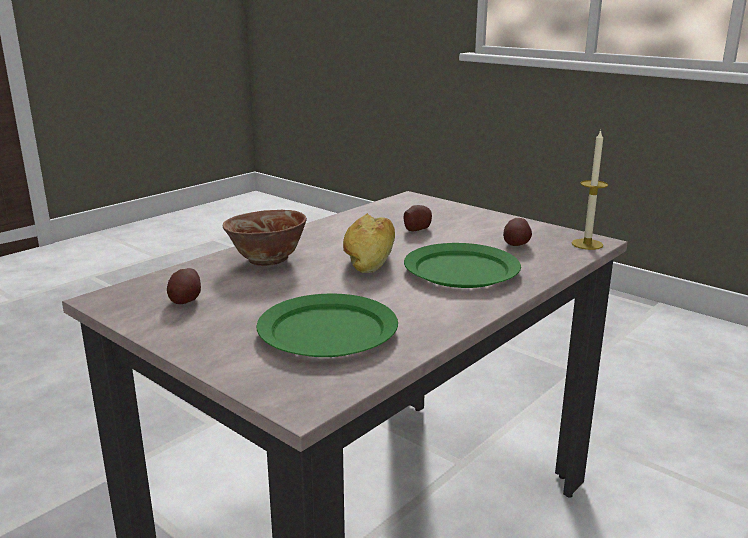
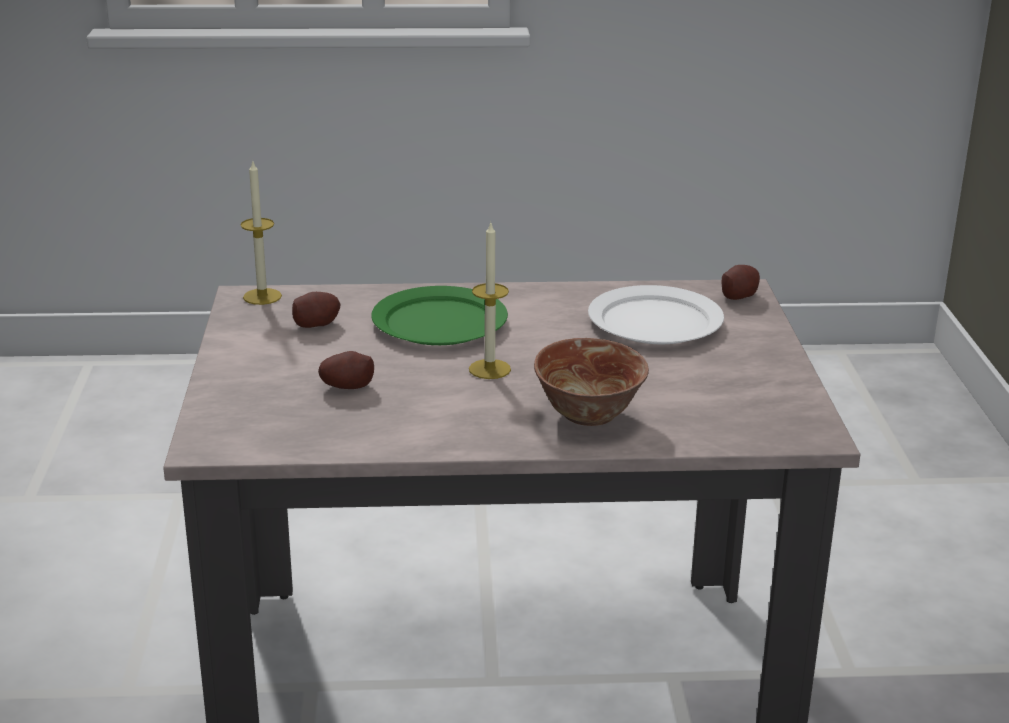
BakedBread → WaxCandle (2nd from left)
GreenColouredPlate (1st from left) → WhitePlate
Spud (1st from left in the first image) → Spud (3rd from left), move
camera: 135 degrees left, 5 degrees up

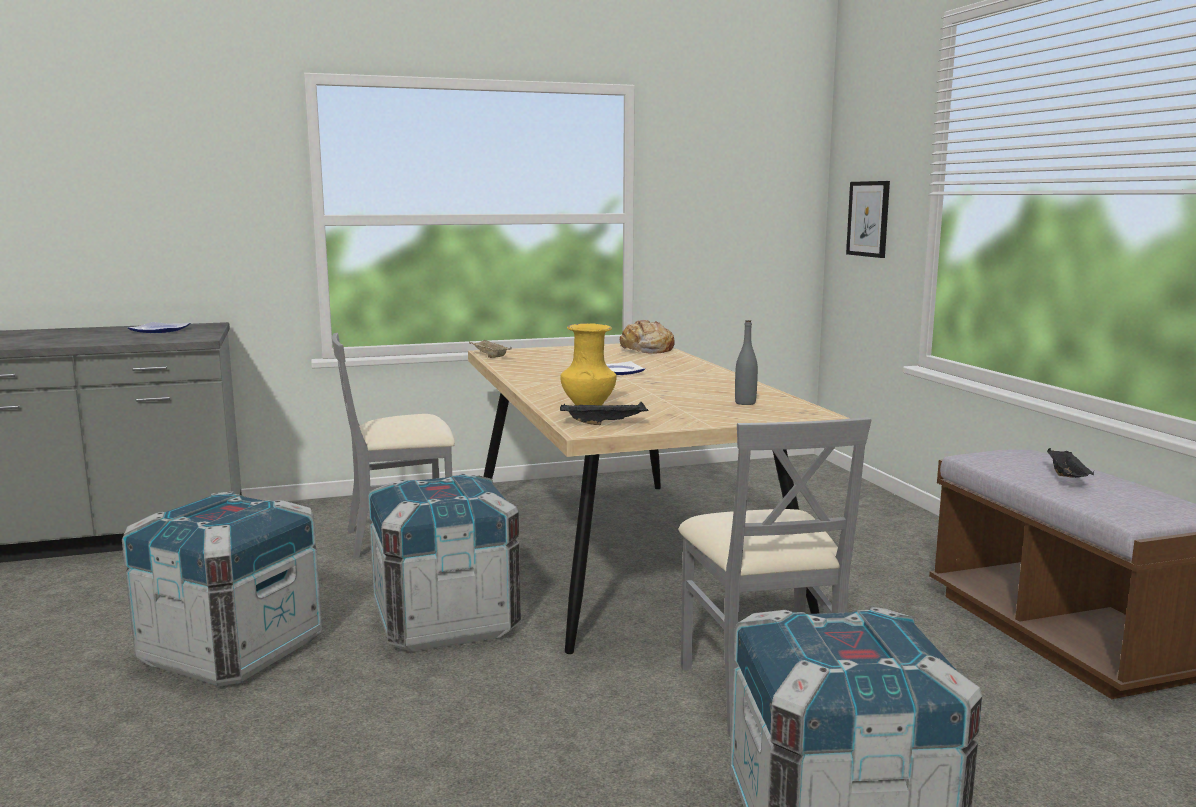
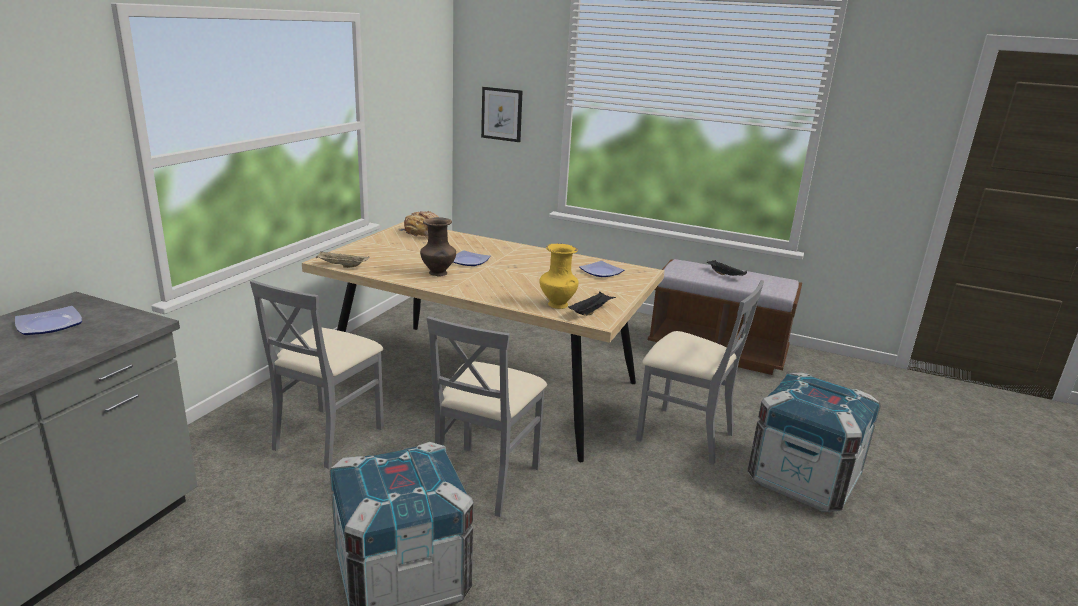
- → BrownColouredDecorativeVase
ShippingCrate (2nd from left) → GreyishChair (2nd from left)
GreyishBottle → Plate (3rd from left)
camera: 50 degrees left, 10 degrees up

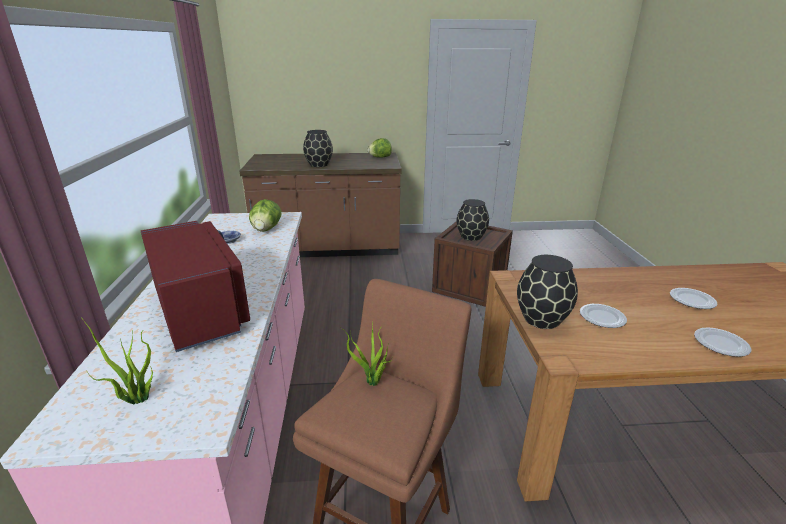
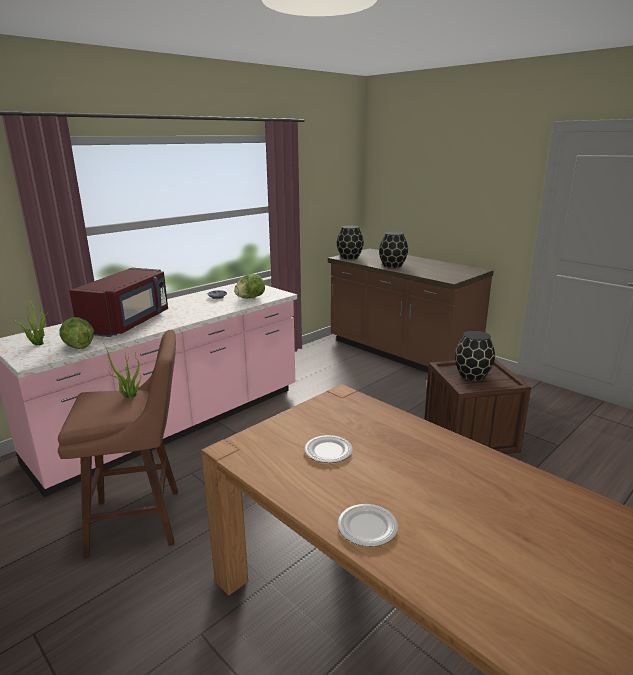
LettuceHead (2nd from left in the first image) → LettuceHead (1st from left), move
BlackishDecorativeVase (3rd from left in the first image) → BlackishDecorativeVase (1st from left), move
Plate (2nd from left) → -
camera: 50 degrees right, 5 degrees down

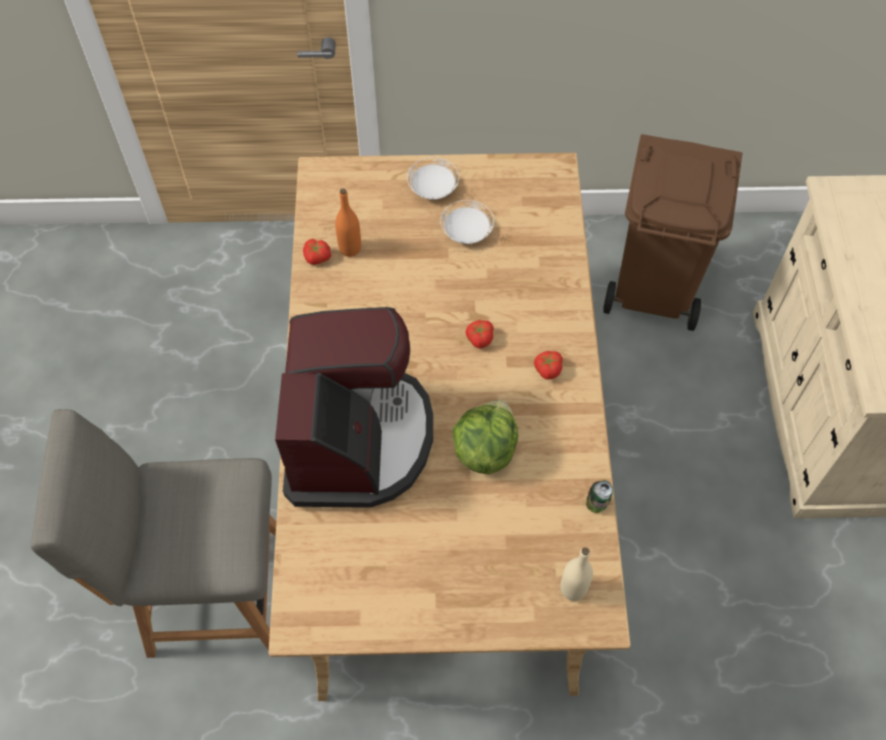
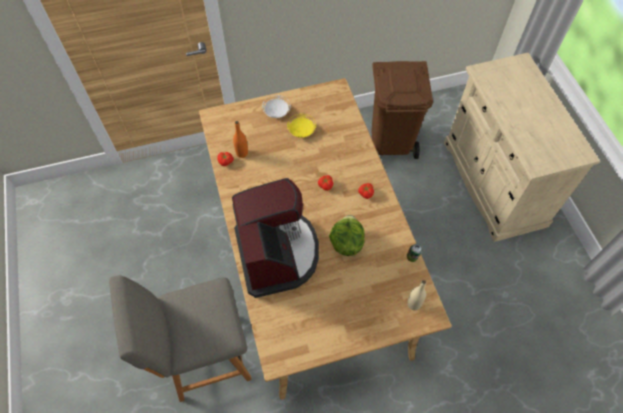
WhitePlate (2nd from left) → YellowPlate
camera: 15 degrees left, 0 degrees up

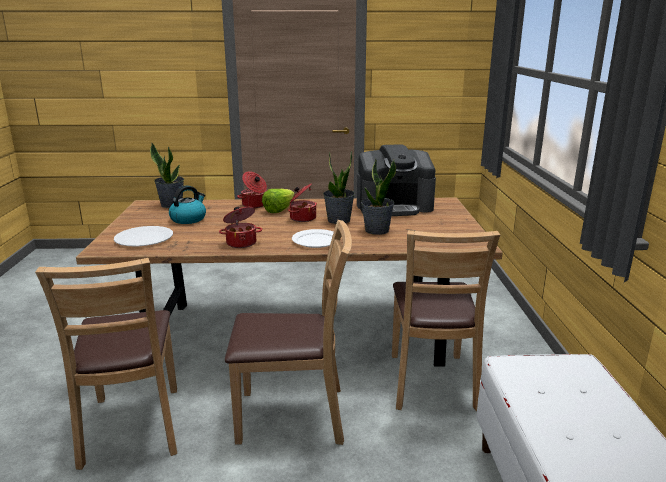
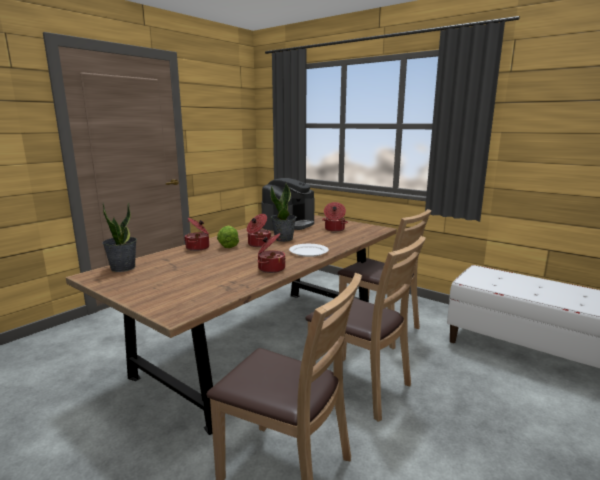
BrownColouredChair (2nd from left), 90 degrees clockwise
- → Stockpot (4th from left)
WhitePlate (1st from left) → -
Kettle → -
Houseplant (3rd from left) → -
camera: 50 degrees left, 5 degrees down

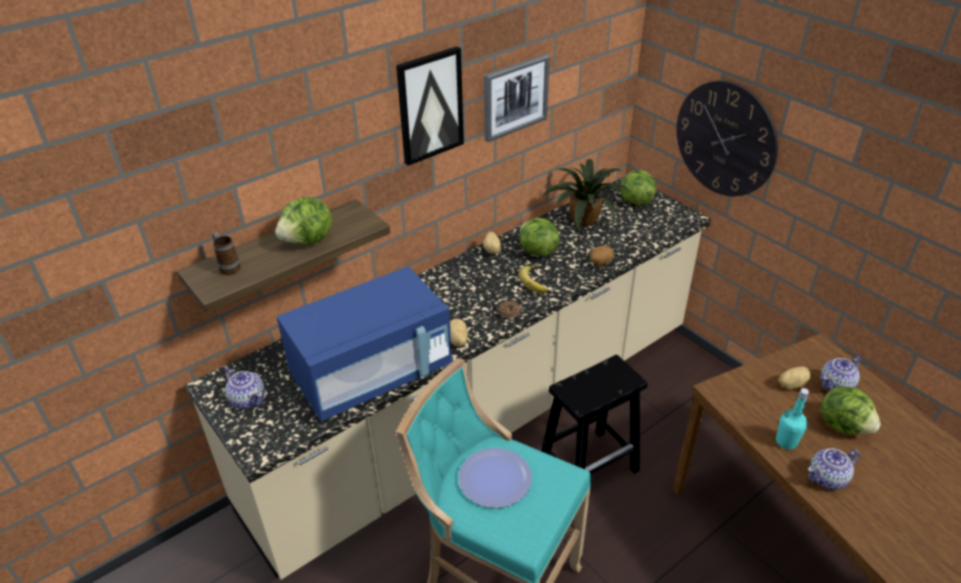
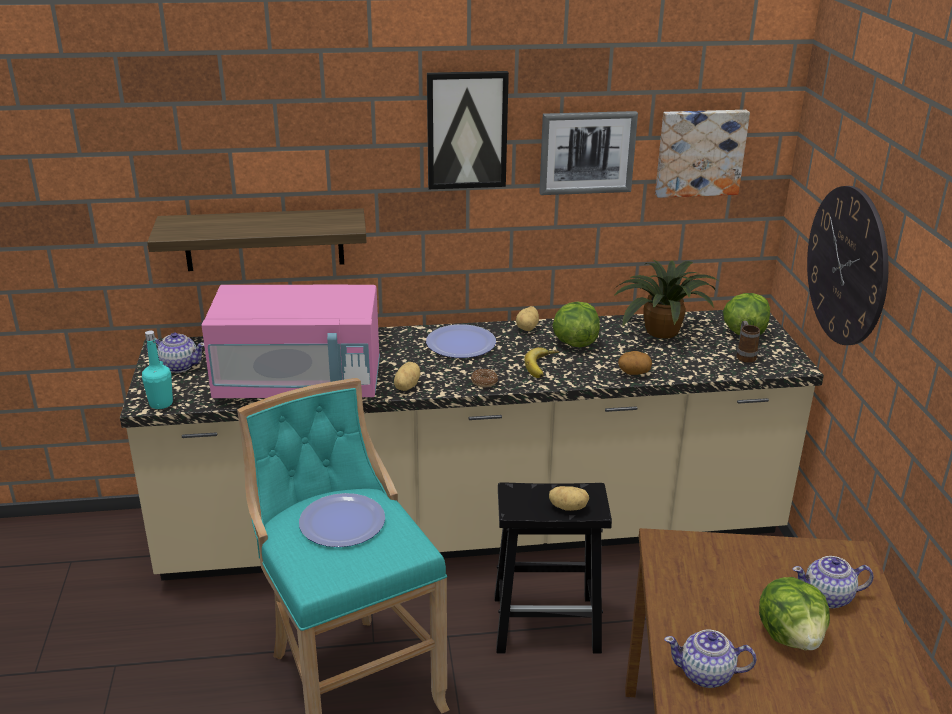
TurquoiseColouredBottle, move
Teapot (1st from left), 60 degrees counterclockwise
BluishMicrowaveOven → PinkColouredMicrowaveOven
- → Plate (2nd from left)
Spud (4th from left in the first image) → Spud (3rd from left), move
- → WallPicture (3rd from left)
TeaMug, move
LettuceHead (1st from left) → -
camera: 30 degrees right, 10 degrees down

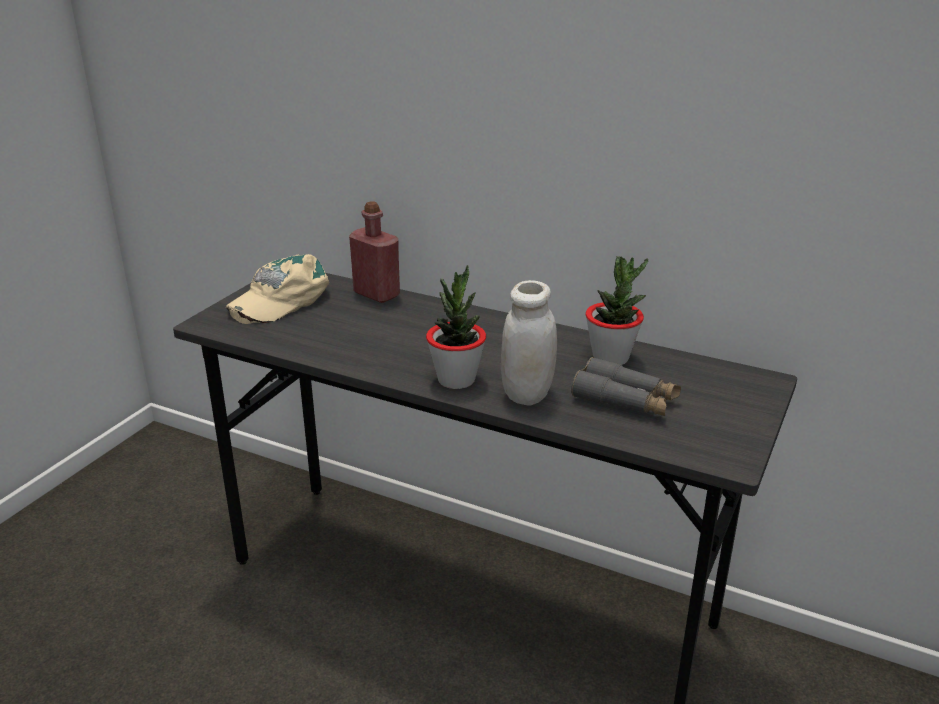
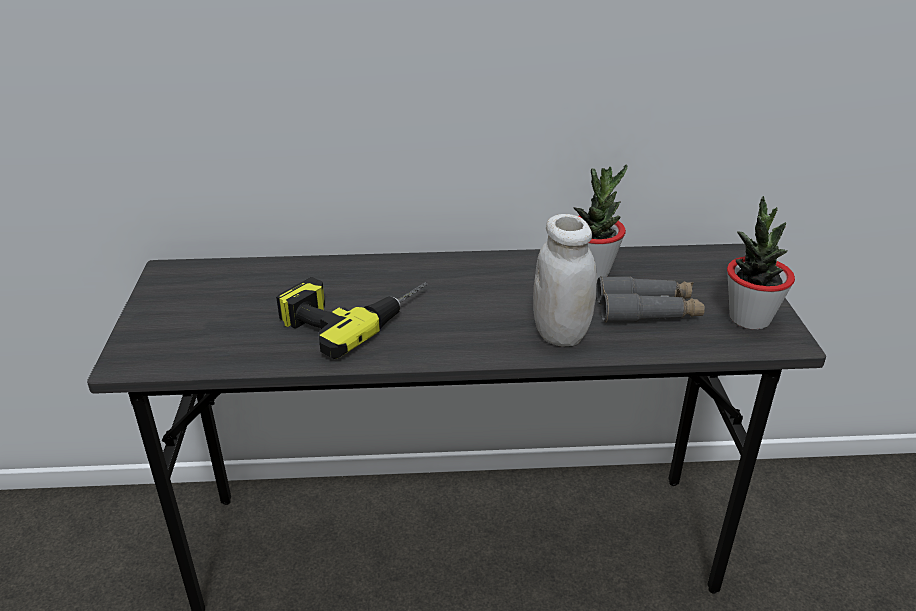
- → ElectricDrill
Houseplant (1st from left in the first image) → Houseplant (2nd from left), move
BeigePeakedCap → -
RedColouredBottle → -
camera: 30 degrees left, 5 degrees up

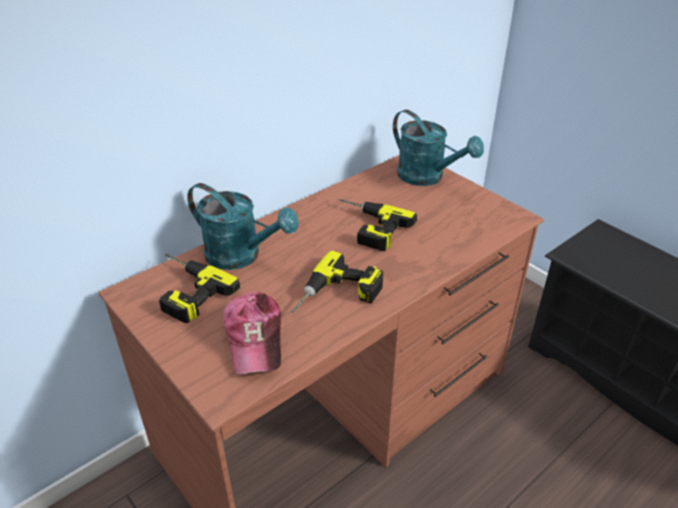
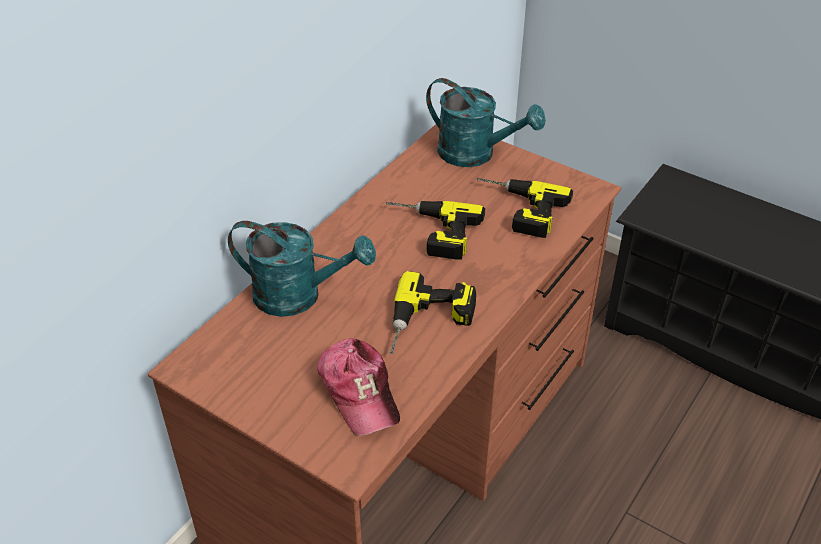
ElectricDrill (1st from left in the first image) → ElectricDrill (3rd from left), move
camera: 15 degrees left, 5 degrees up

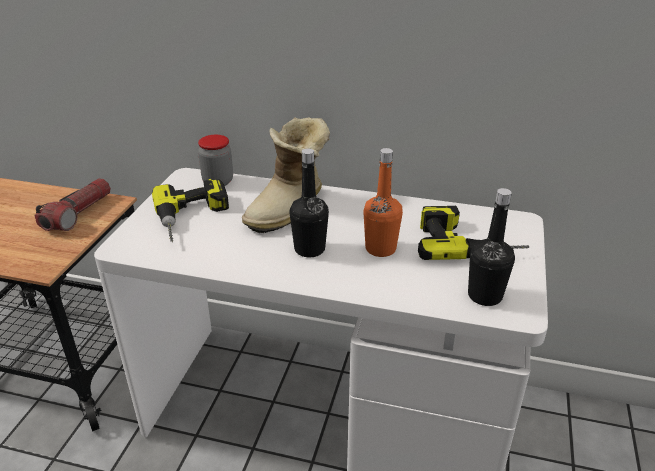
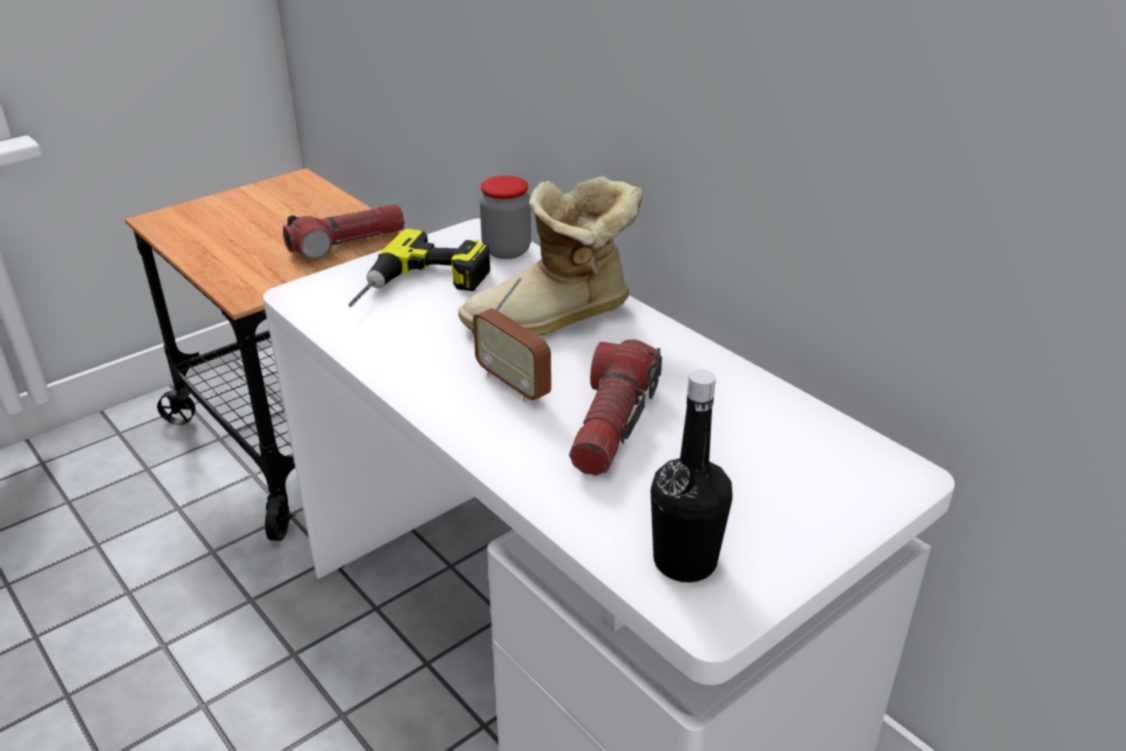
BlackishBottle (1st from left) → Radio
OrangeyBottle → HandTorch (2nd from left)
ElectricDrill (2nd from left) → -
camera: 35 degrees right, 0 degrees up

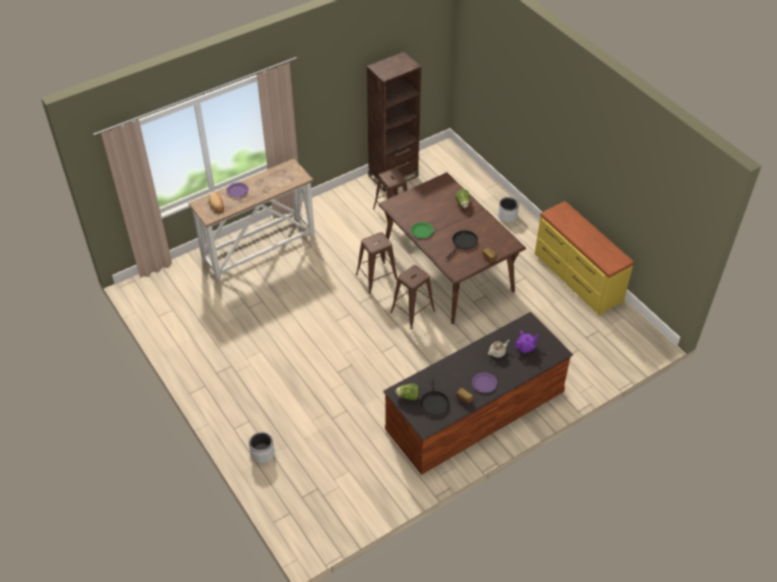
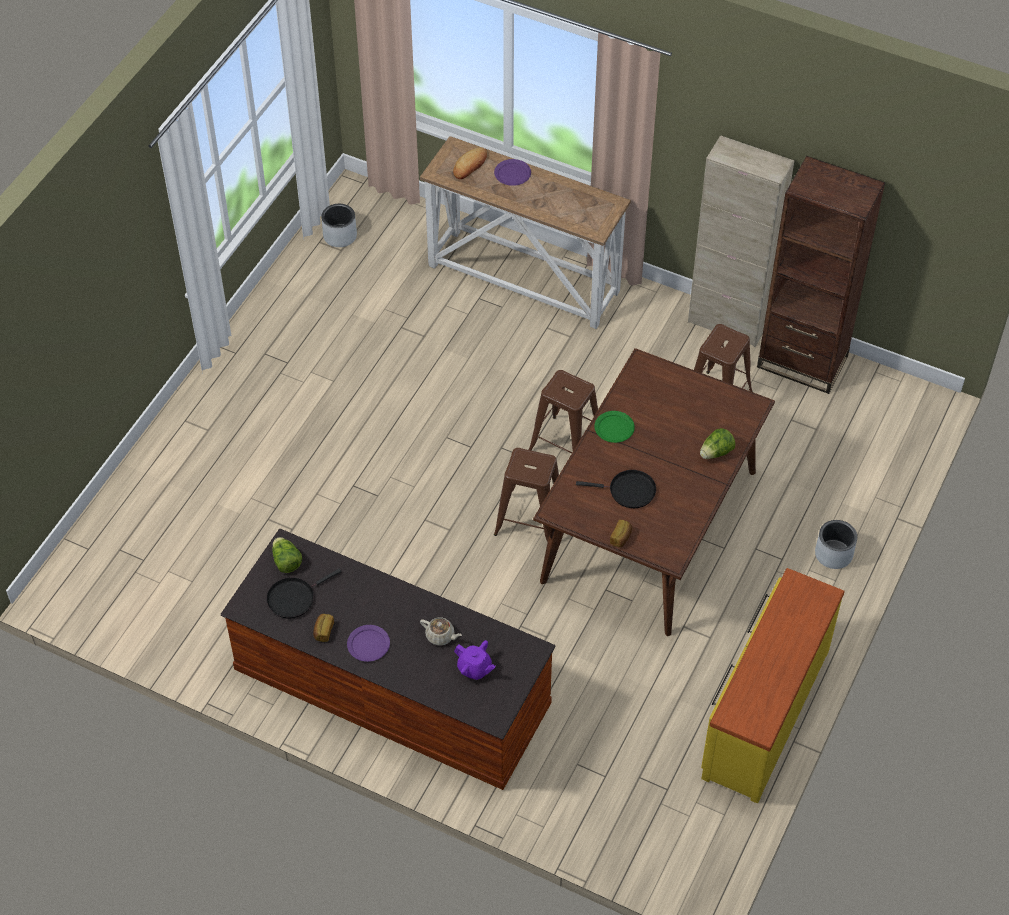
GreyishPlantPot (1st from left), move
- → BeigeStorageCabinet
camera: 60 degrees right, 5 degrees up

